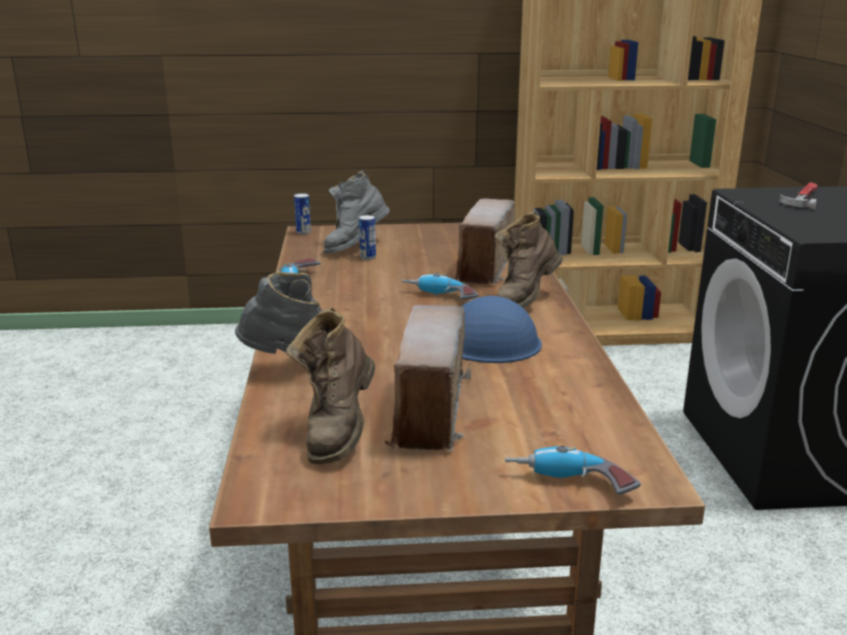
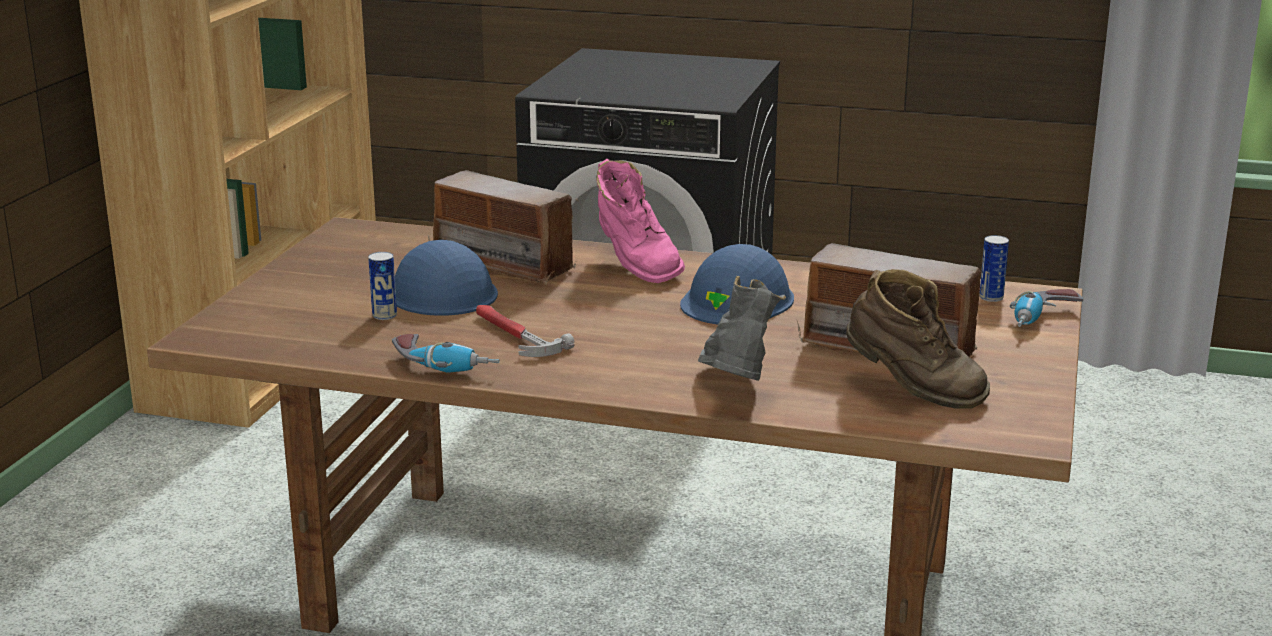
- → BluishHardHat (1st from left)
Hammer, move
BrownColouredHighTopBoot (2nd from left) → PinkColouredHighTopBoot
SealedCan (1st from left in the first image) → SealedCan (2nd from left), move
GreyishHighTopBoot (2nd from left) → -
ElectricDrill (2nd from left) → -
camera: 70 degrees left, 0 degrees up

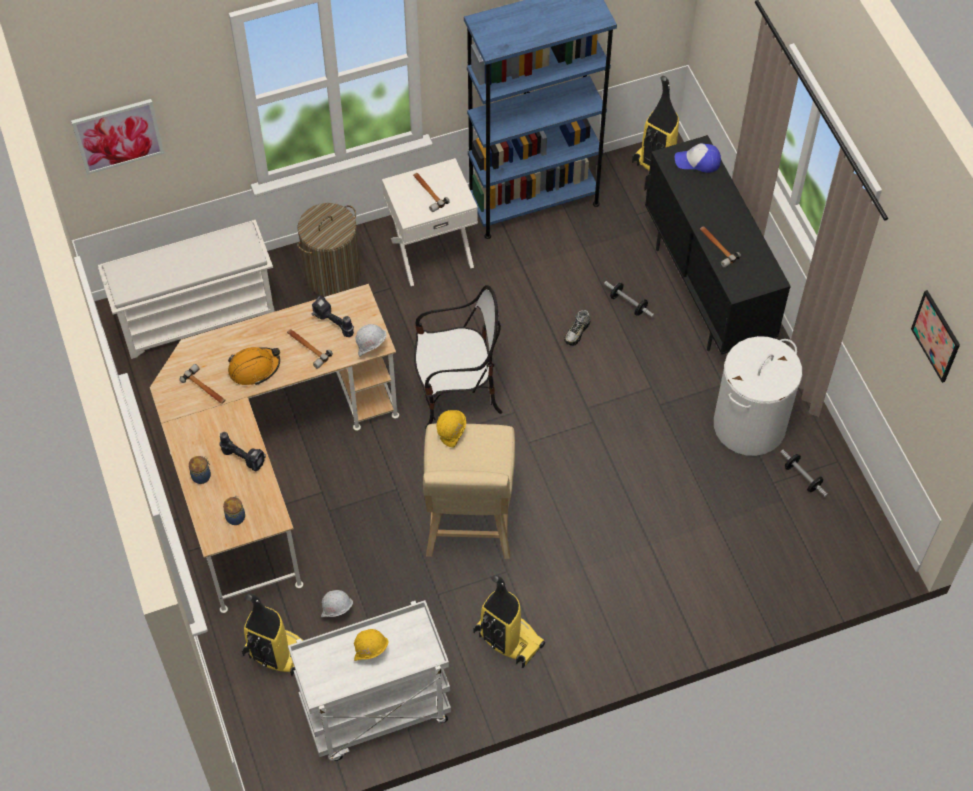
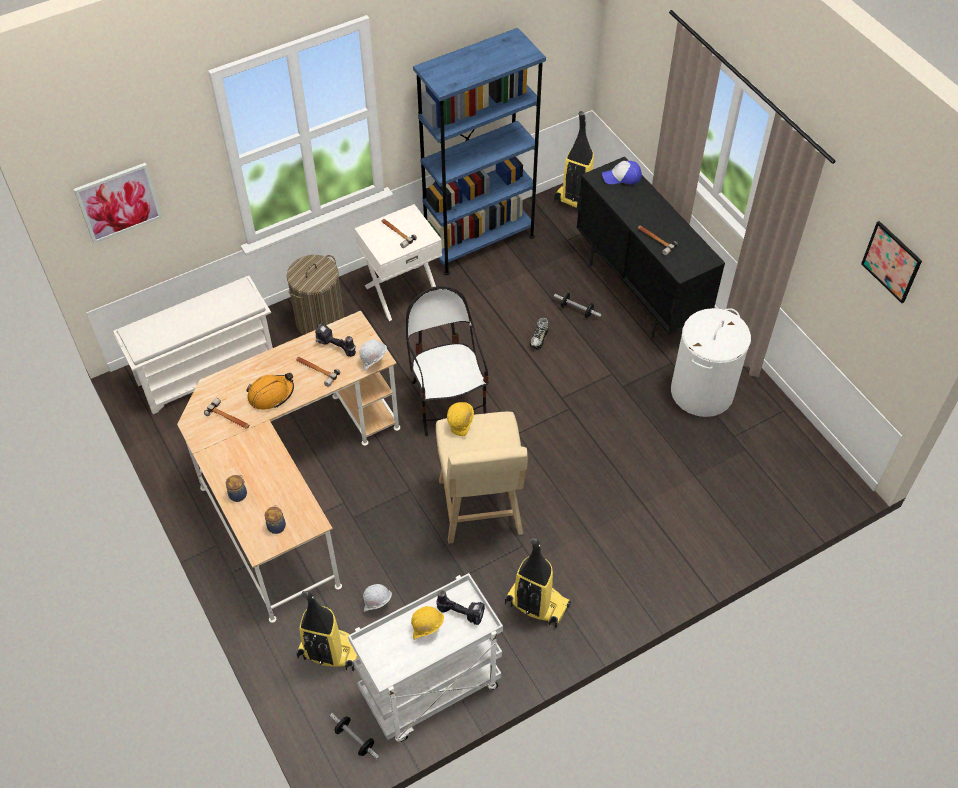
Dumbbell (2nd from left in the first image) → Dumbbell (1st from left), move
Chair, 90 degrees counterclockwise
ElectricDrill (1st from left in the first image) → ElectricDrill (2nd from left), move
camera: 10 degrees left, 5 degrees down

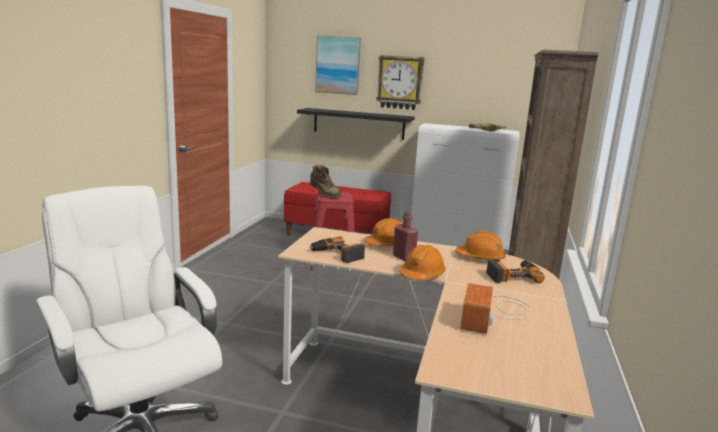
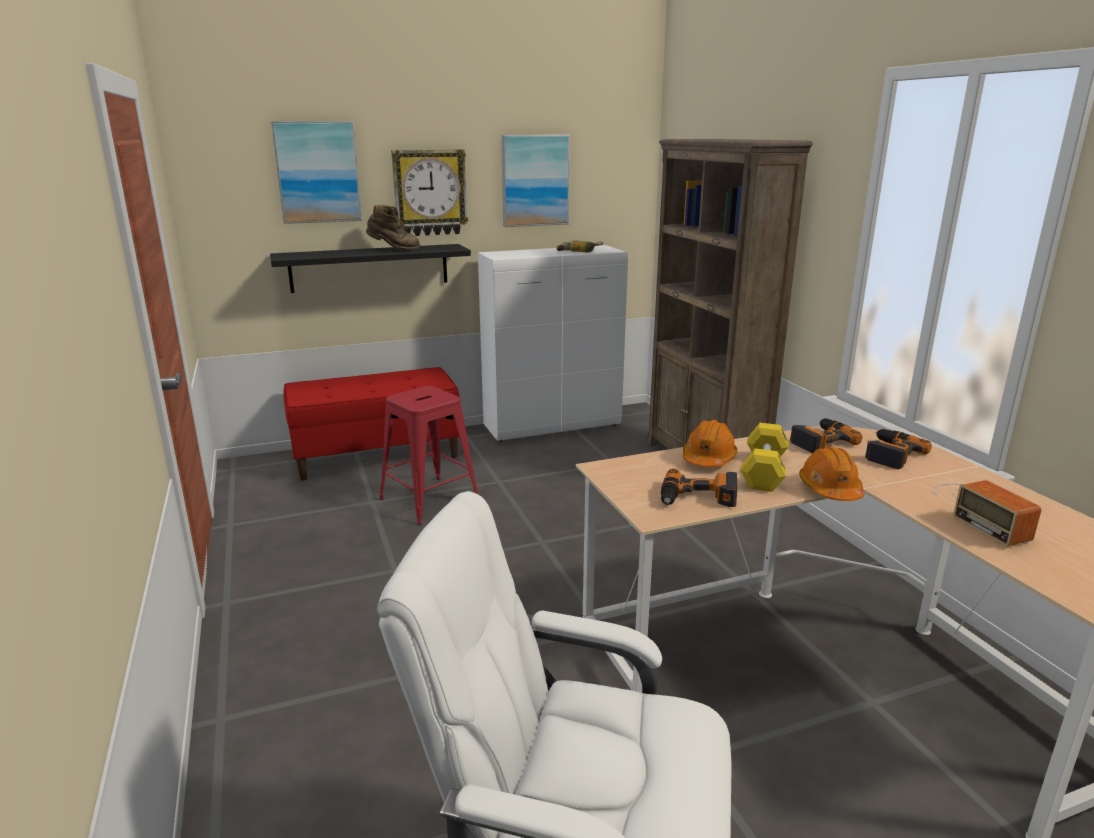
BrownColouredHighTopBoot, move
- → WallPicture (2nd from left)
RedColouredBottle → YellowDumbbell
OrangeyHardHat (3rd from left) → ElectricDrill (3rd from left)
camera: 35 degrees left, 5 degrees up

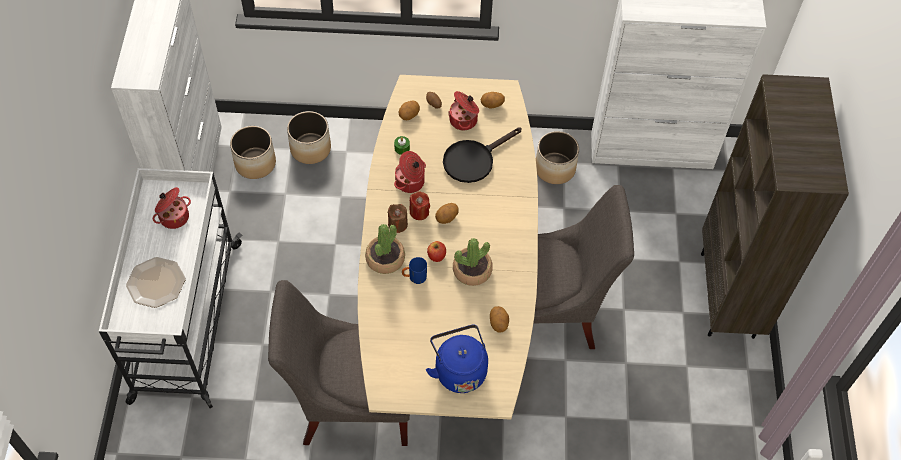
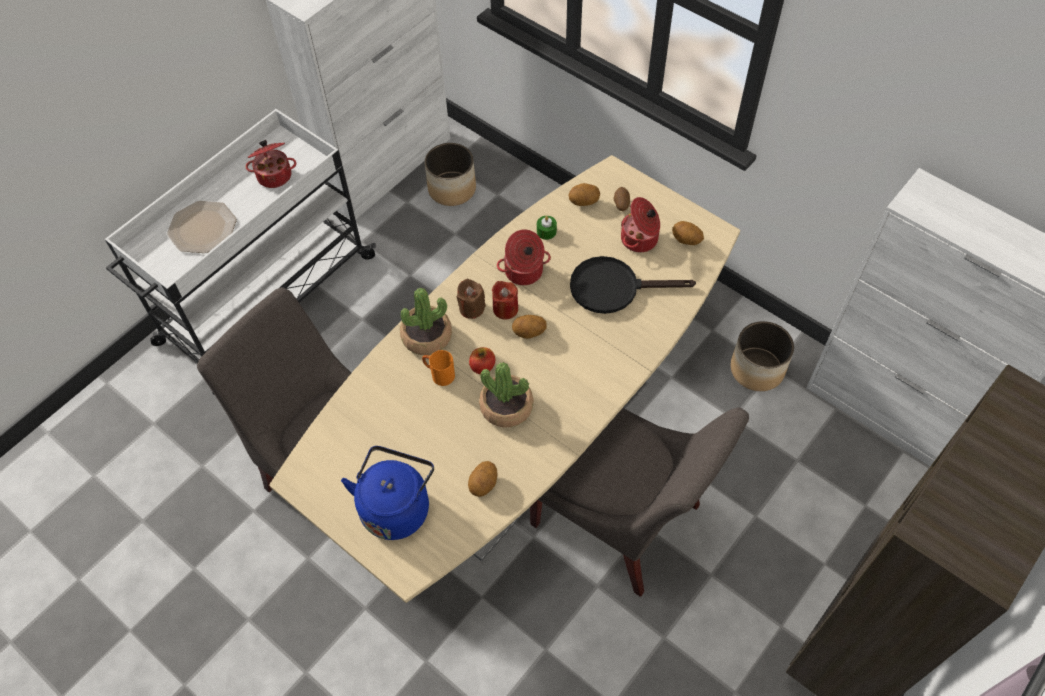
BluishTeaMug → OrangeyTeaMug
PlantPot (2nd from left) → -
camera: 40 degrees right, 0 degrees up

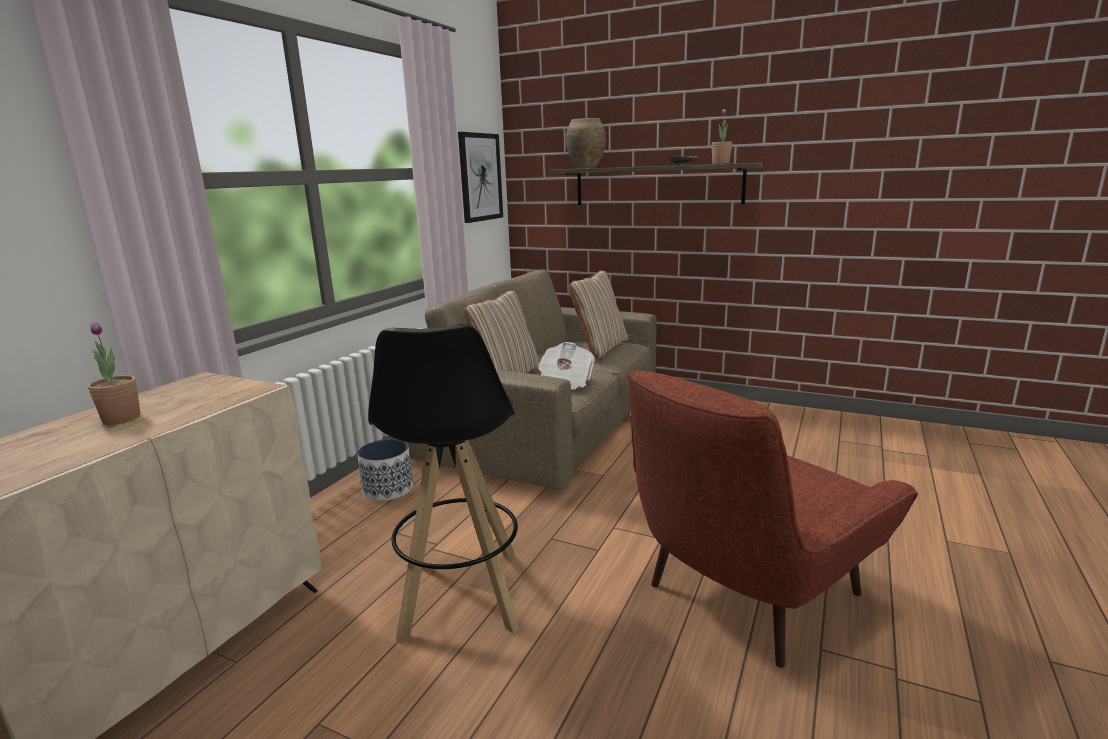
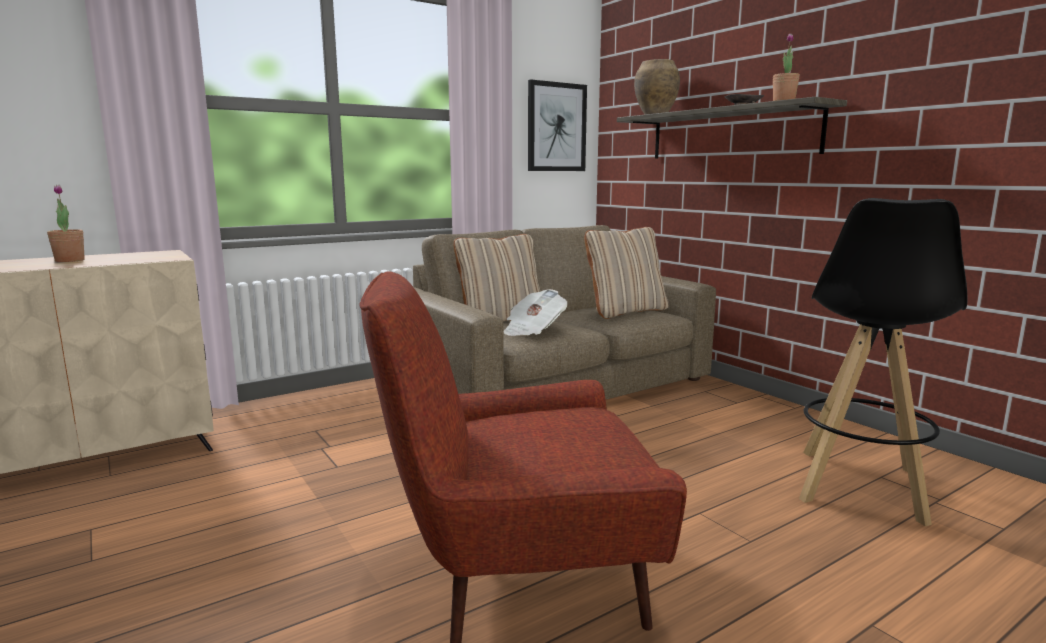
BlackishStool, move
PlantPot → -
camera: 30 degrees right, 5 degrees down

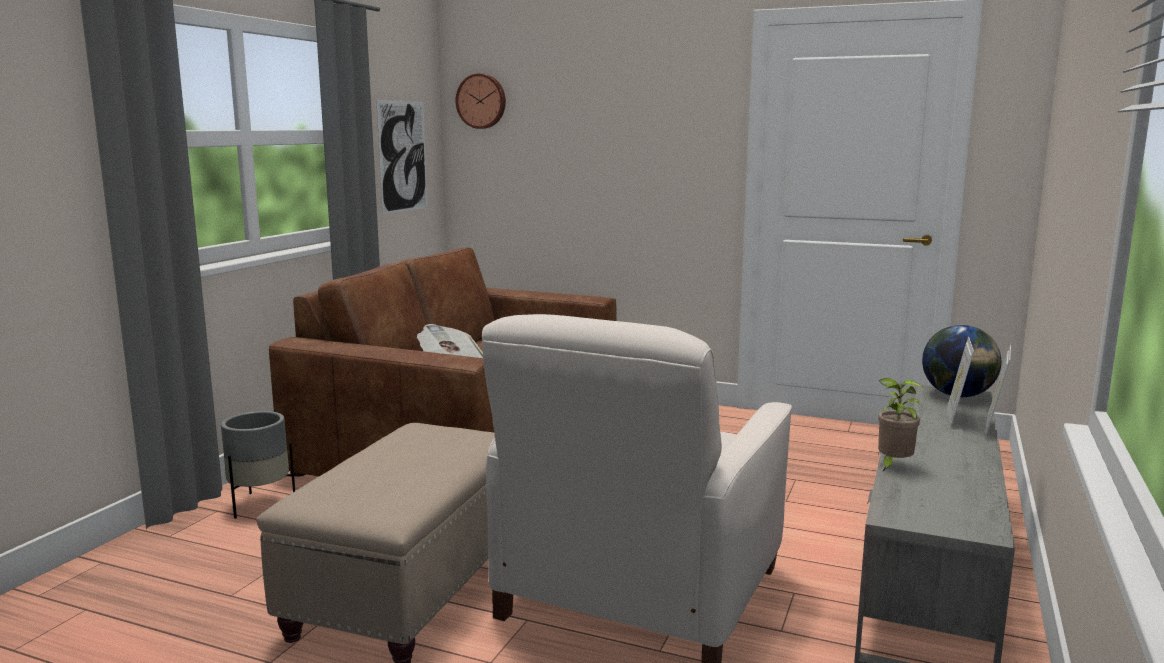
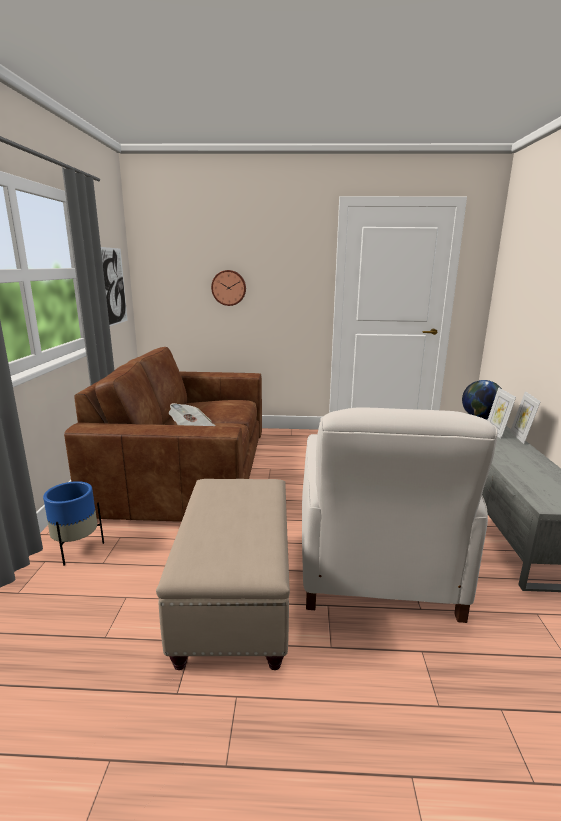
GreyishPlantPot → BluishPlantPot
WallClock, move
Houseplant → -
camera: 20 degrees left, 5 degrees up

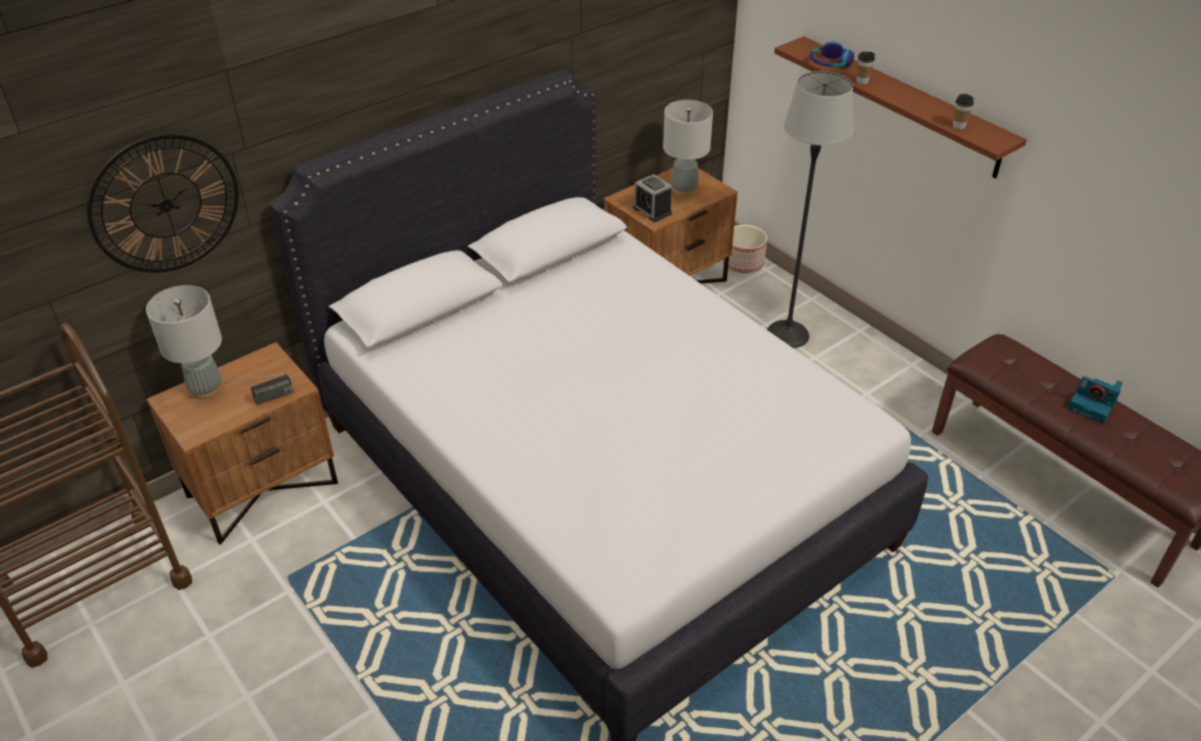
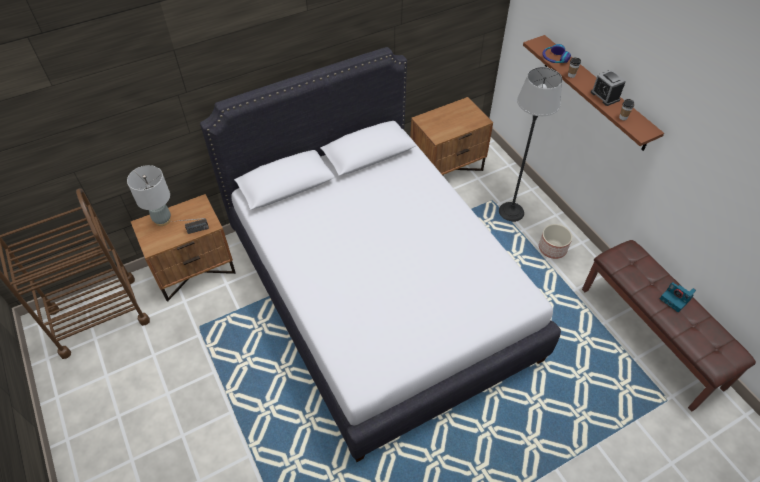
PlantPot, move
BedsideClock, move
WallClock → -
GreyishTableLamp (2nd from left) → -
camera: 10 degrees right, 10 degrees up

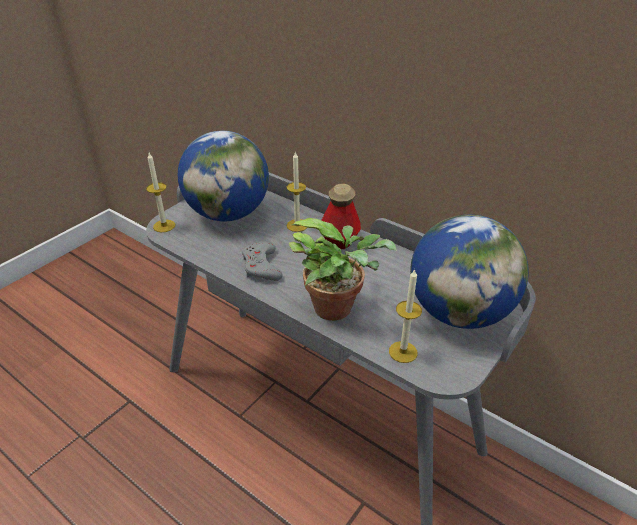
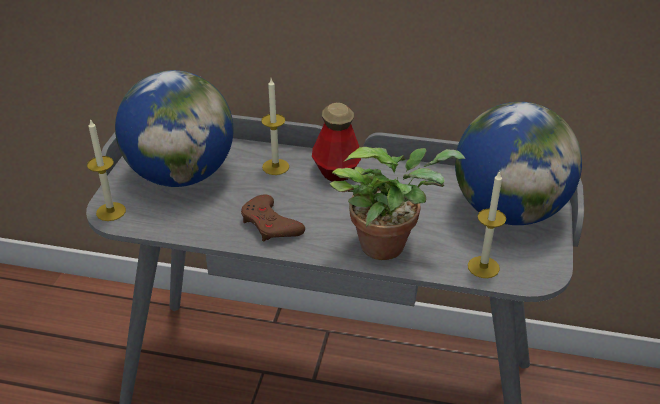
GreyishJoypad → BrownColouredJoypad
camera: 25 degrees left, 0 degrees up

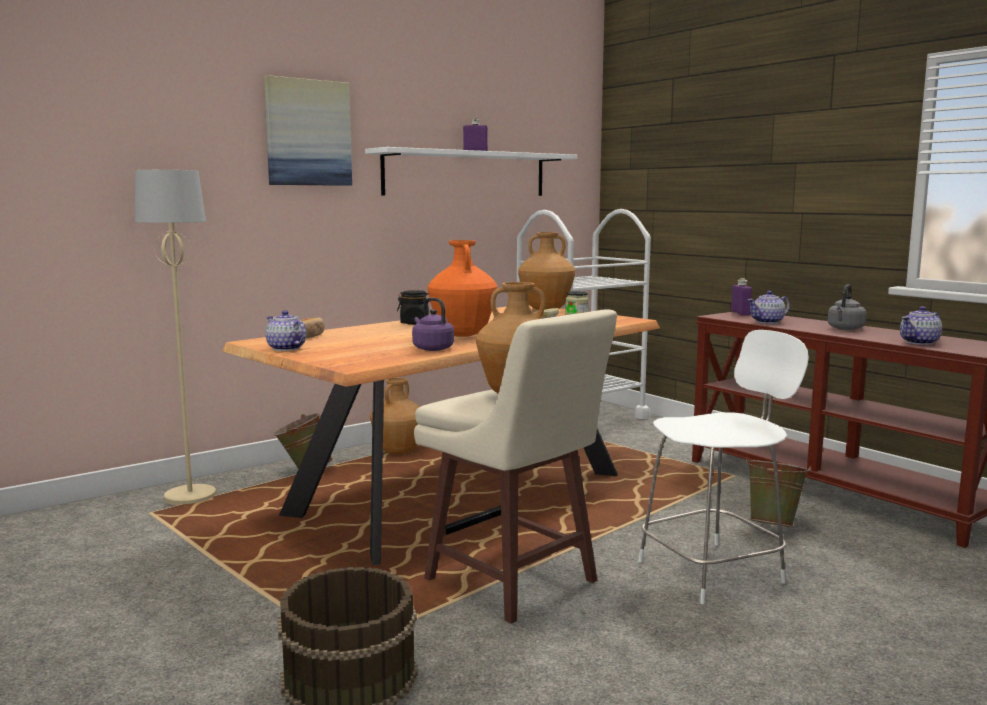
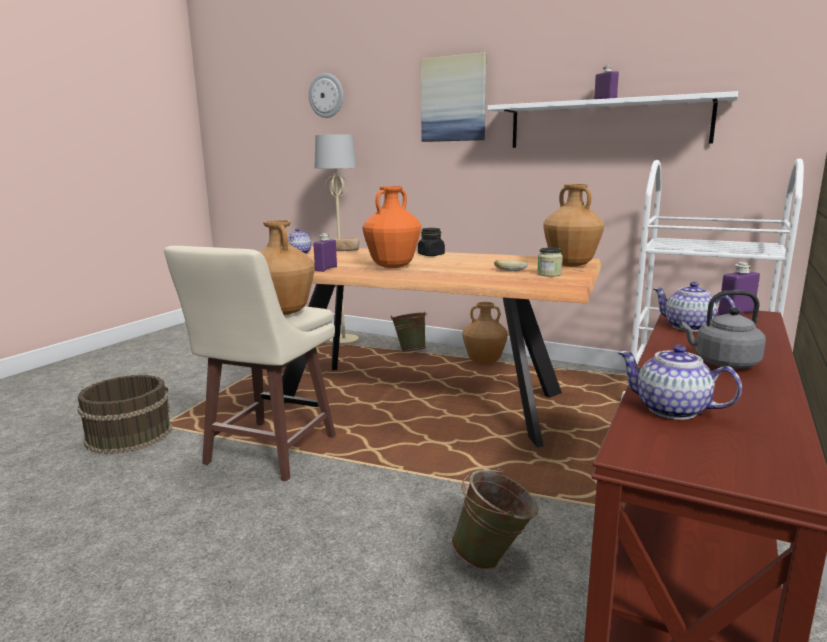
- → WallClock
PurplishKettle → PurplishBottle (1st from left)
WhiteChair → -
camera: 65 degrees right, 5 degrees up

